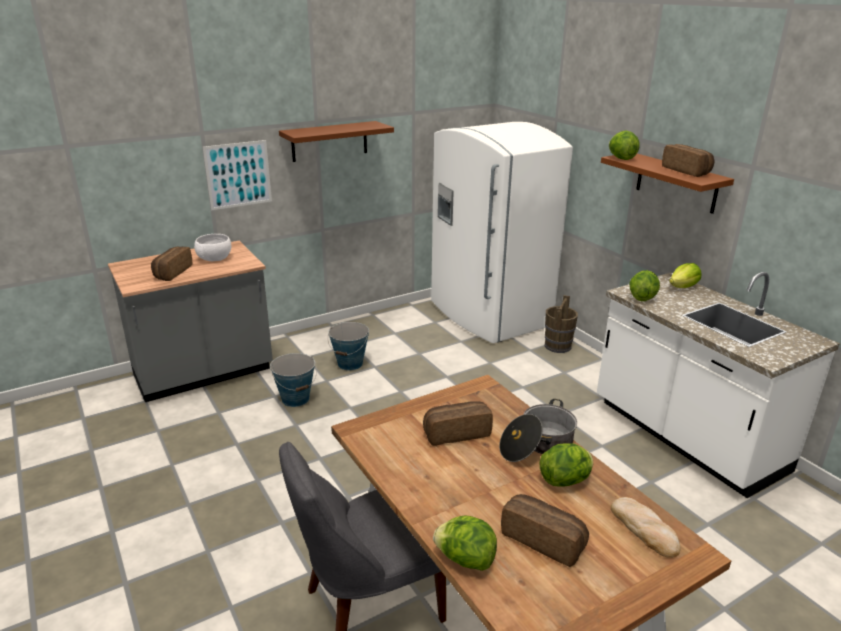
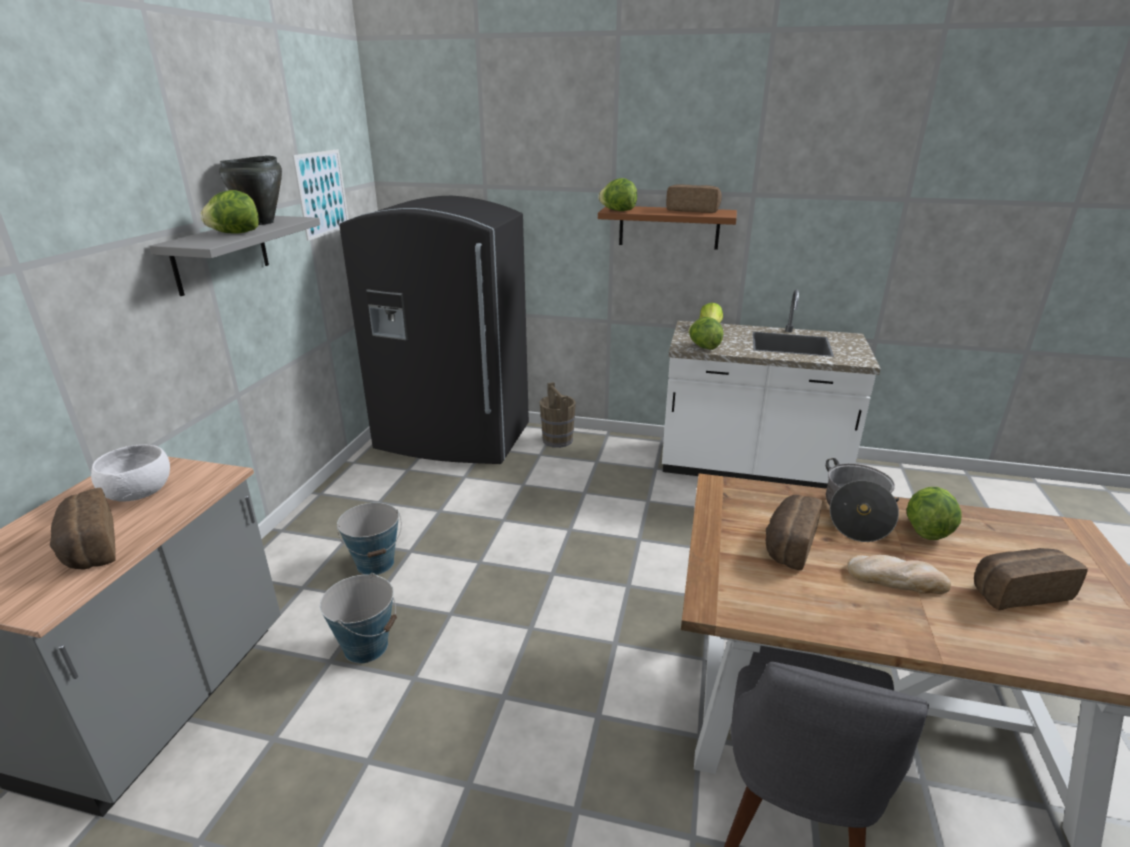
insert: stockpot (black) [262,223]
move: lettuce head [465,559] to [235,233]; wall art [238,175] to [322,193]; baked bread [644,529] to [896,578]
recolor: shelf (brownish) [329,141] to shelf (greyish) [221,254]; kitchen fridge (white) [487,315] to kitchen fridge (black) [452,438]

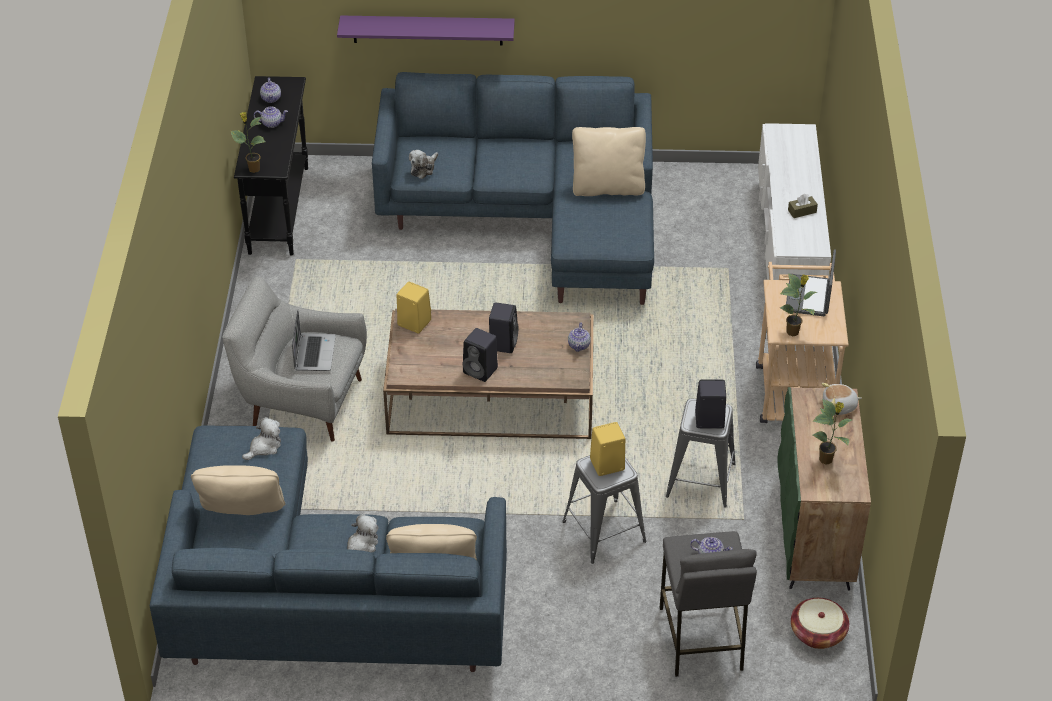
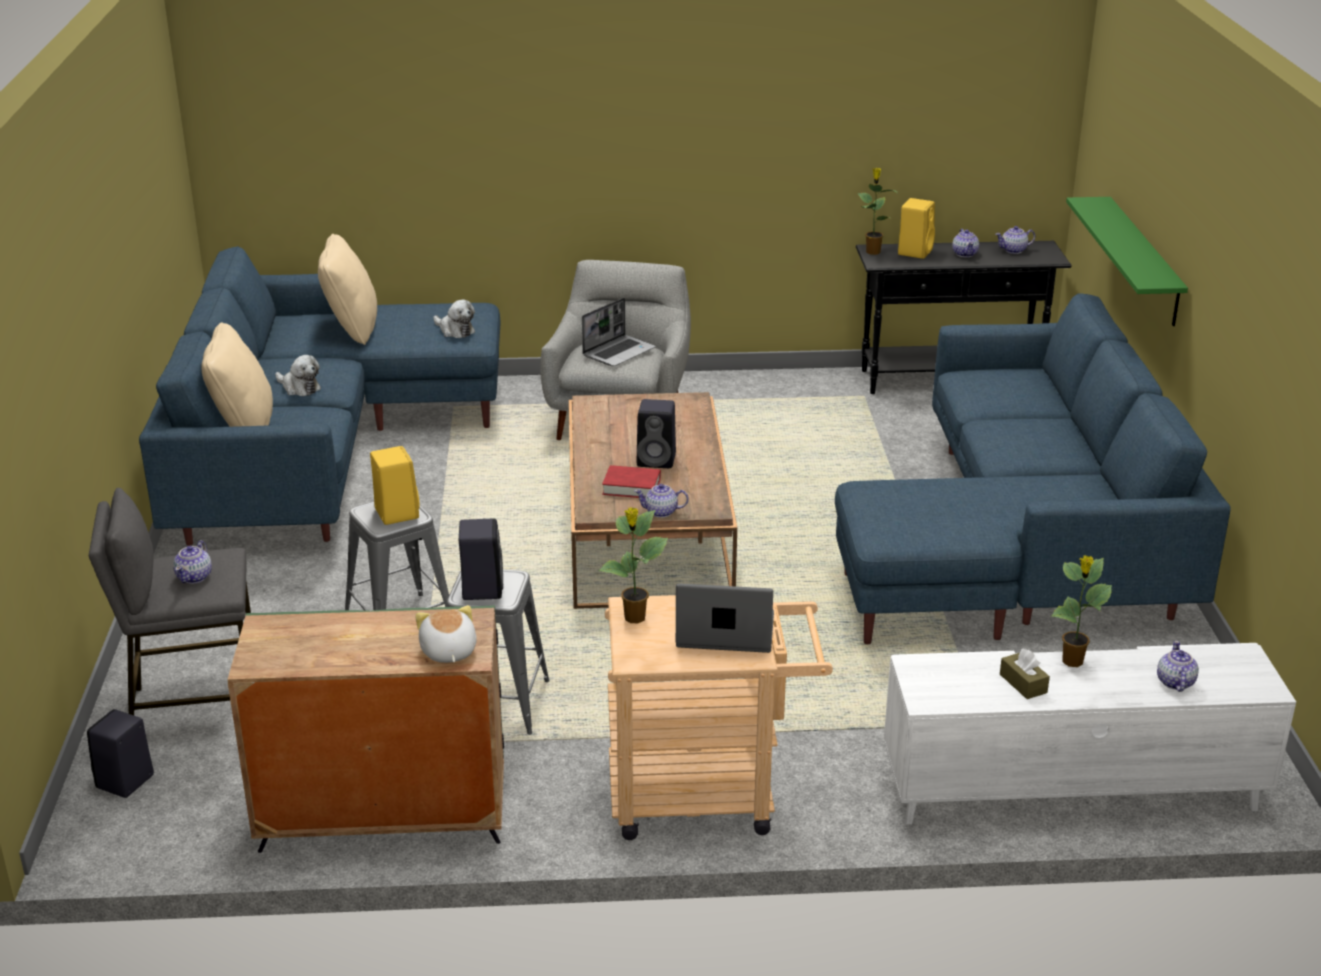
delete: cuddly toy [423,168]; pillow (beige-coloured) [607,188]; basket [818,633]
insert: bound book (red-coloured) [631,487]; tea pot [1175,682]
move: audio speaker (black) [481,371] to [124,782]; audio speaker (yellow) [413,322] to [915,251]; houseplant [827,459] to [1072,662]
recolor: shelf (purple) [427,30] to shelf (greenish) [1143,261]
rotate: laptop [314,353] = [619,352] 45 degrees counterclockwise

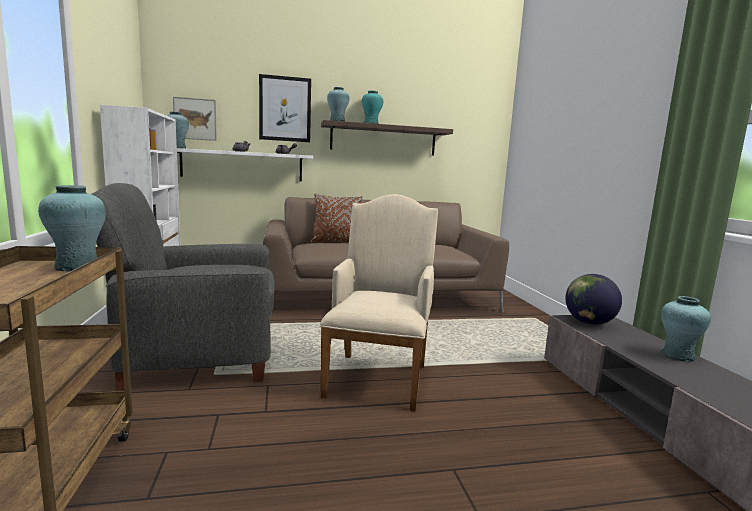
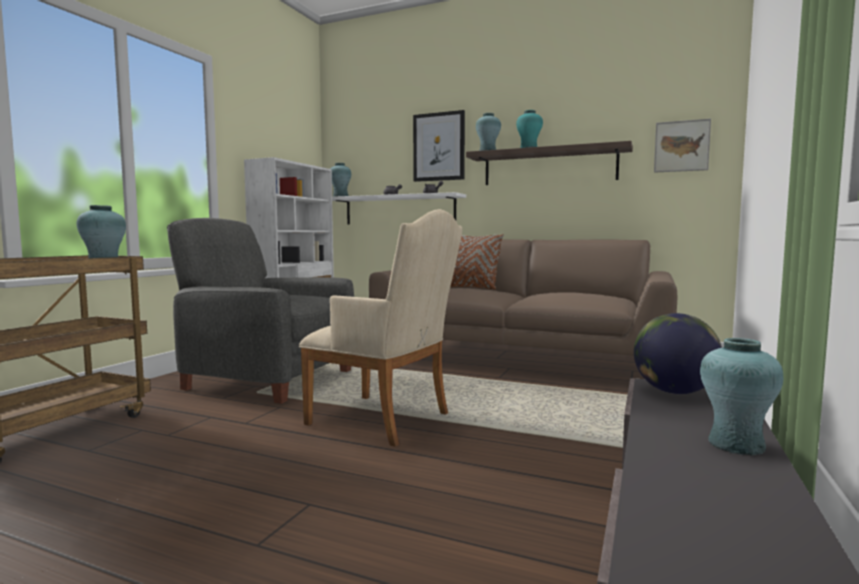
move: wall art [195,119] to [681,146]
rotate: armchair (beige-coloured) [379,376] = [385,420] 75 degrees clockwise

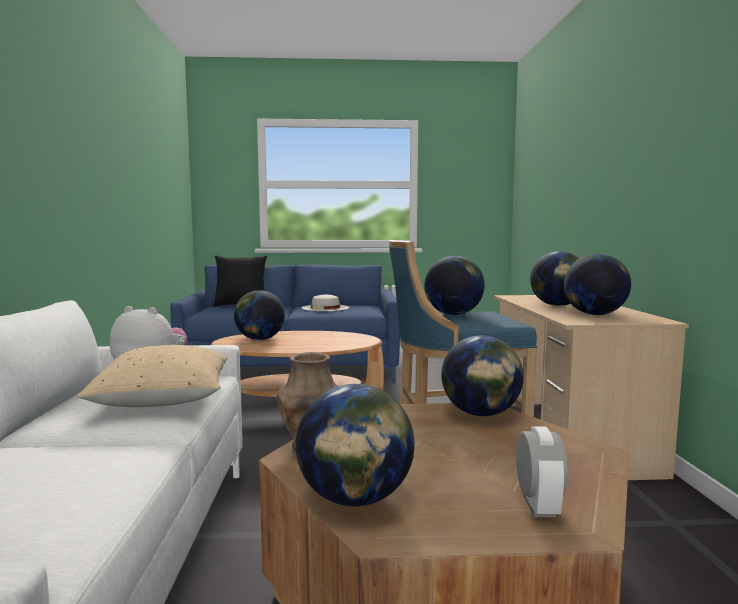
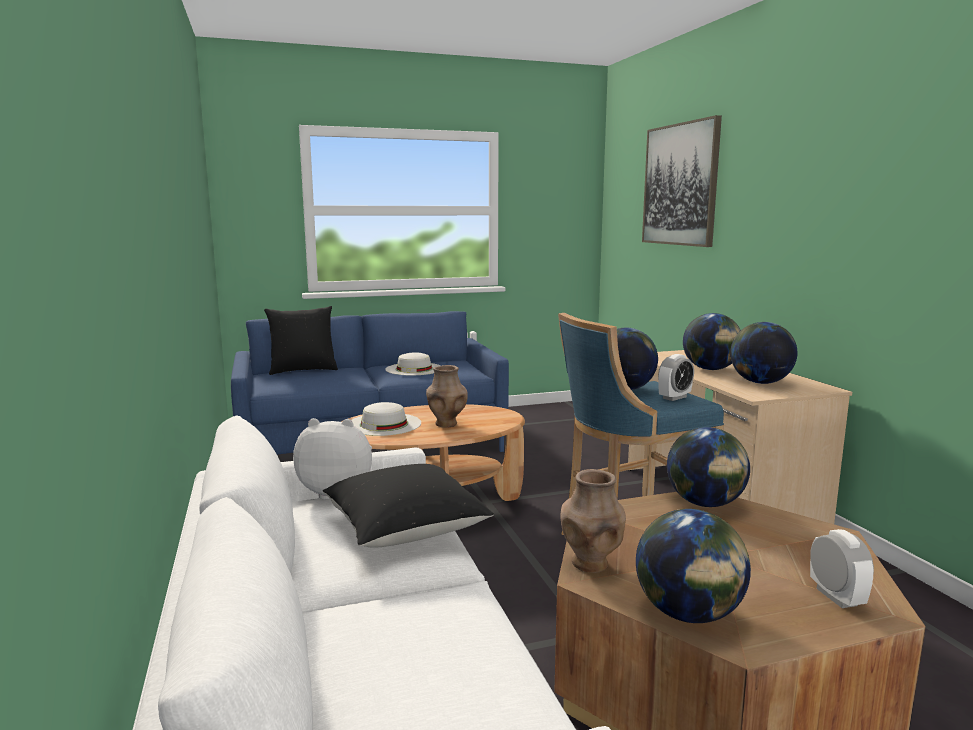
insert: flower vase (brownish) [446,424]; wall art [680,185]; alarm clock [674,397]
replace: globe [259,339] to clothing hat (white) [384,424]
recolor: pillow (beige-coloured) [163,400] to pillow (black) [405,529]

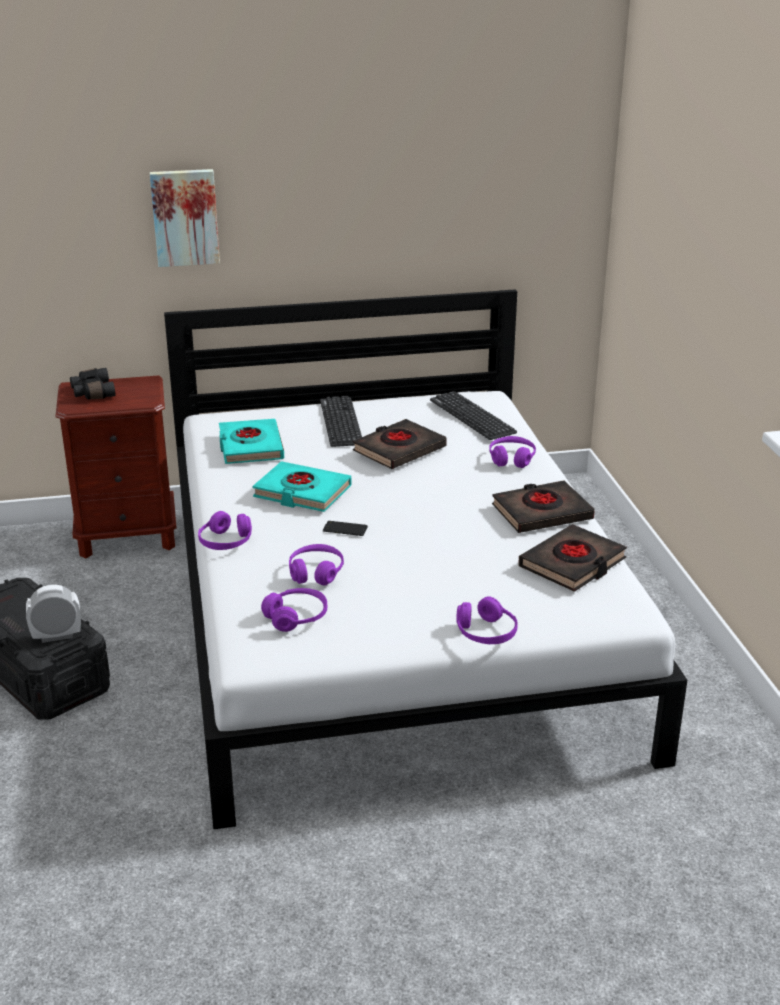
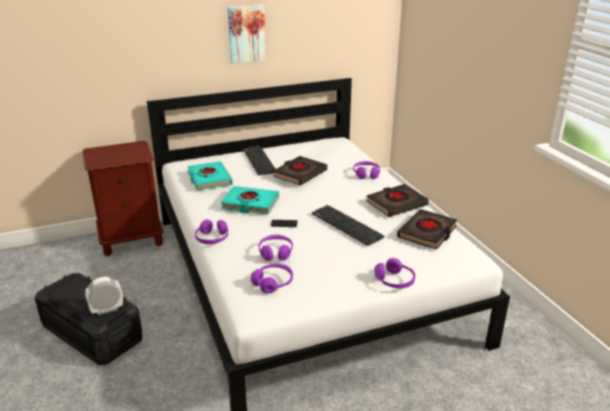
delete: binoculars (black) [92,392]
move: wall art [185,217] to [246,33]; keyboard [472,416] to [346,225]

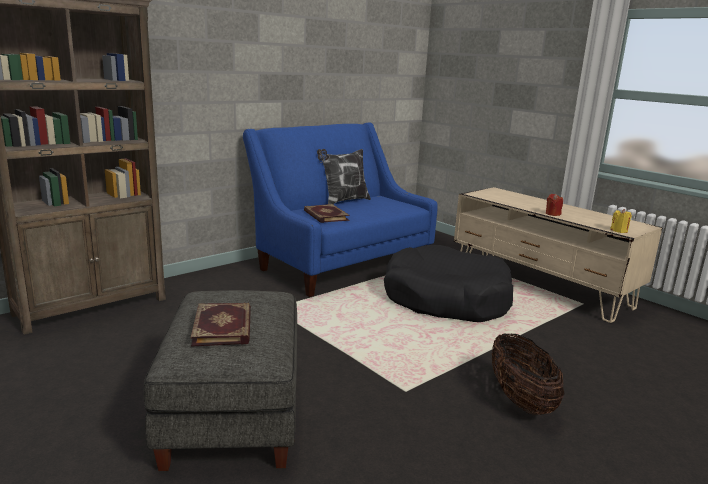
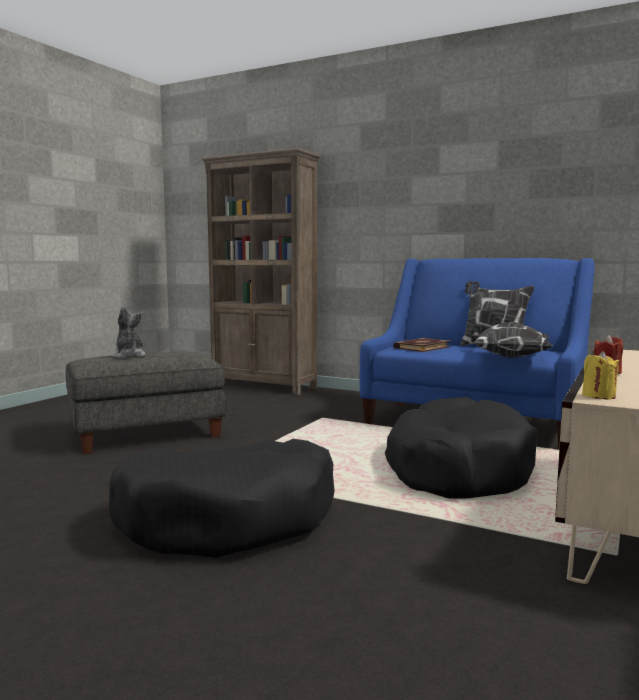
insert: pillow [509,357]
replace: basket [520,400] to dog bed (black) [228,519]; bound book [224,327] to cuddly toy [129,356]

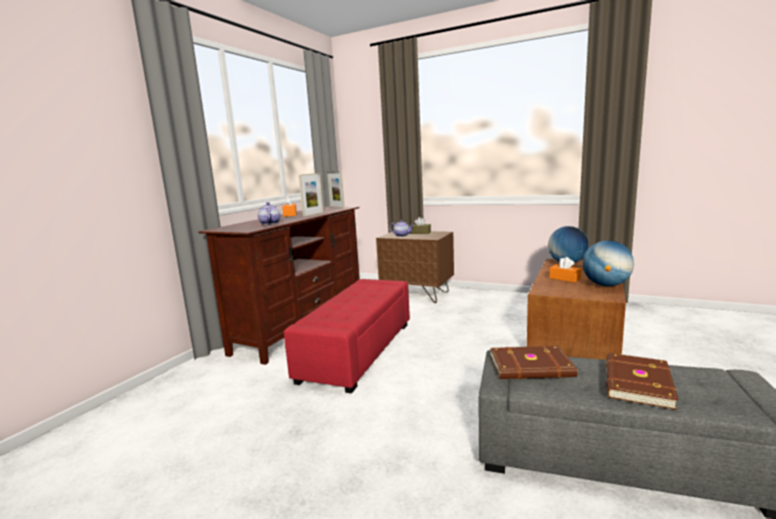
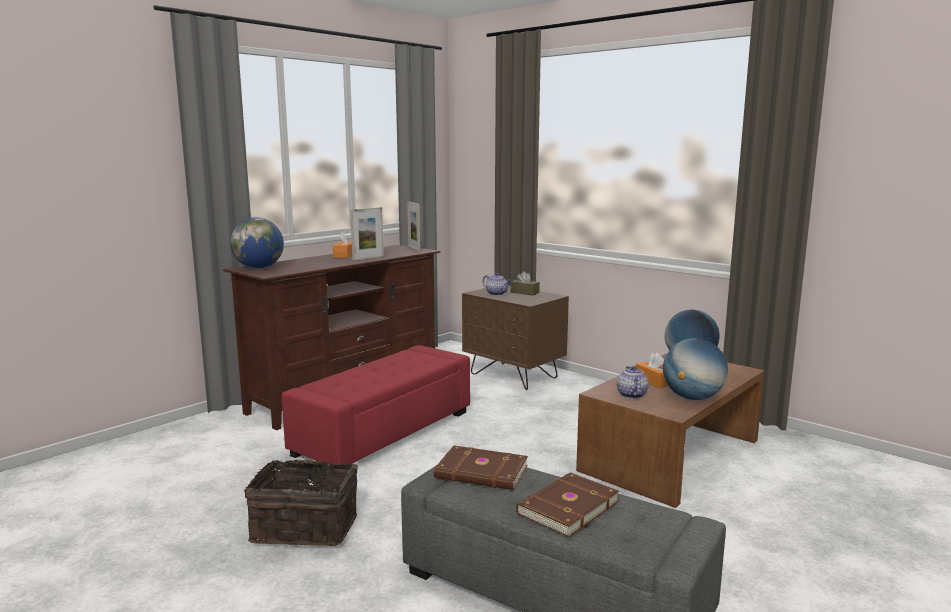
insert: globe [259,268]; basket [306,527]
move: tea pot [269,223] to [631,394]

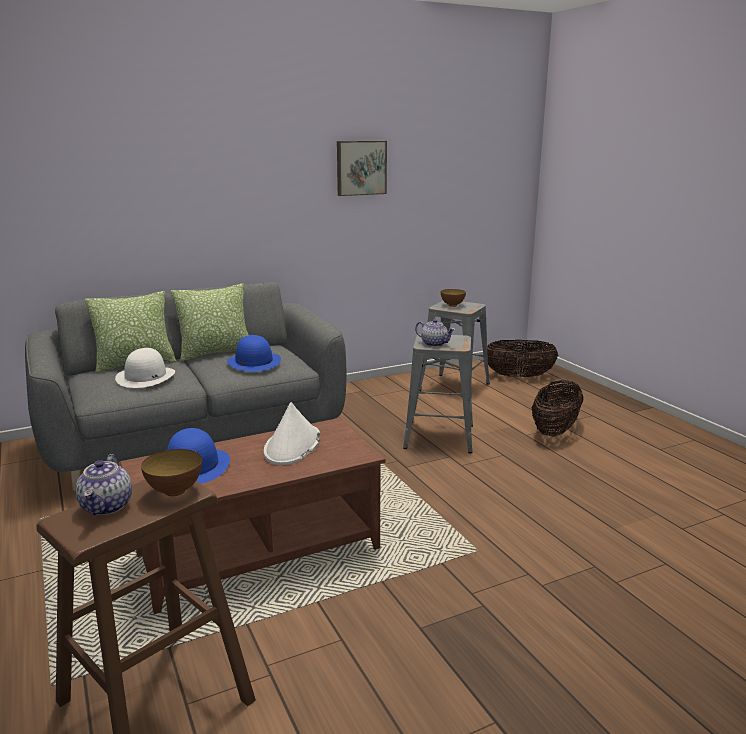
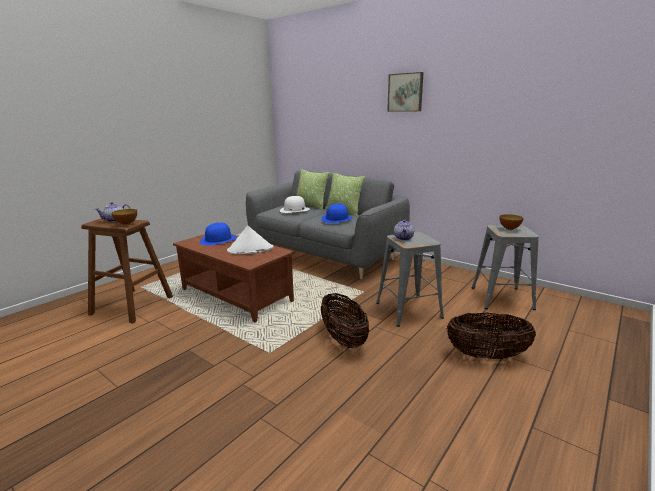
move: basket [519,376] to [343,339]; wall art [360,168] to [405,92]

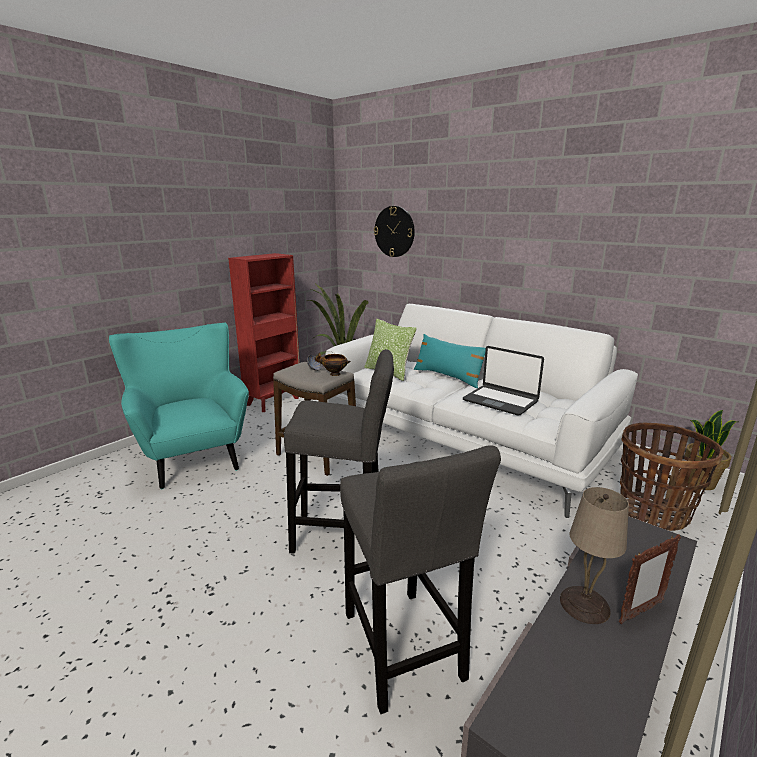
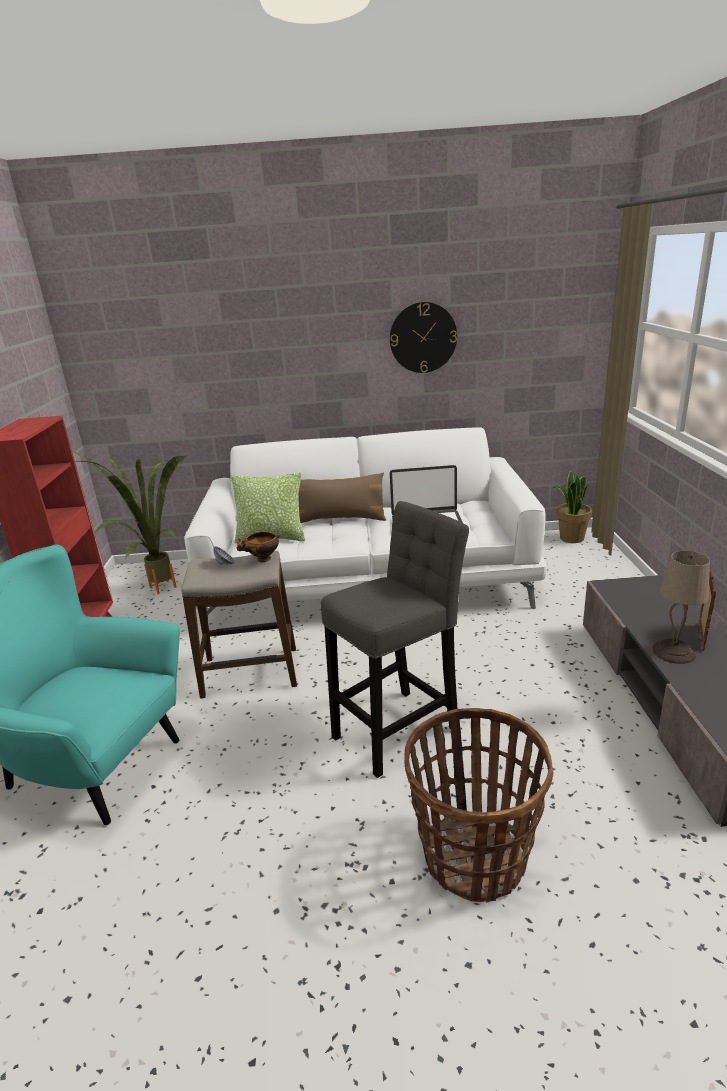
delete: sitting stool (greyish) [403,652]
move: hanging clock [394,231] to [423,337]; basket [653,513] to [474,855]
recolor: pillow (turquoise) [448,377] to pillow (brownish) [339,519]

